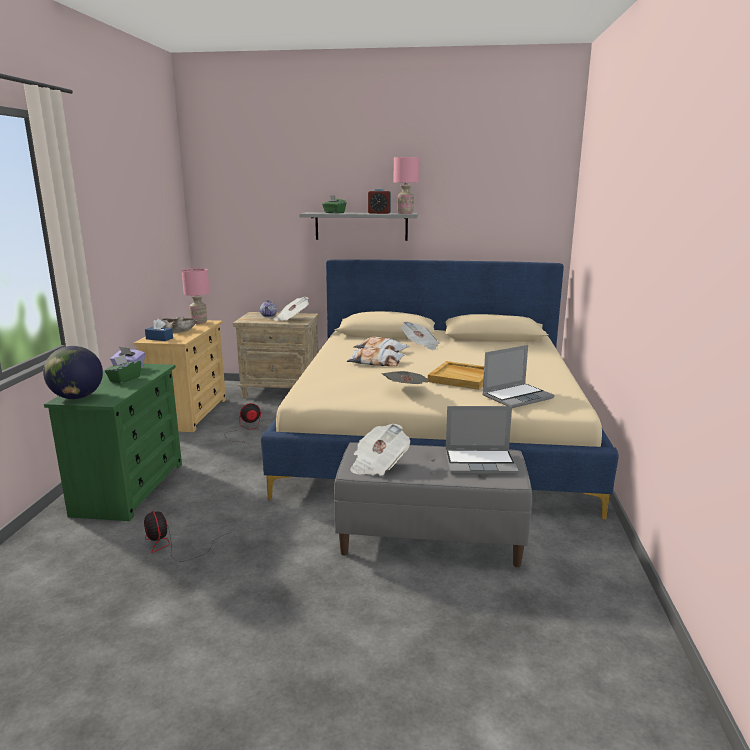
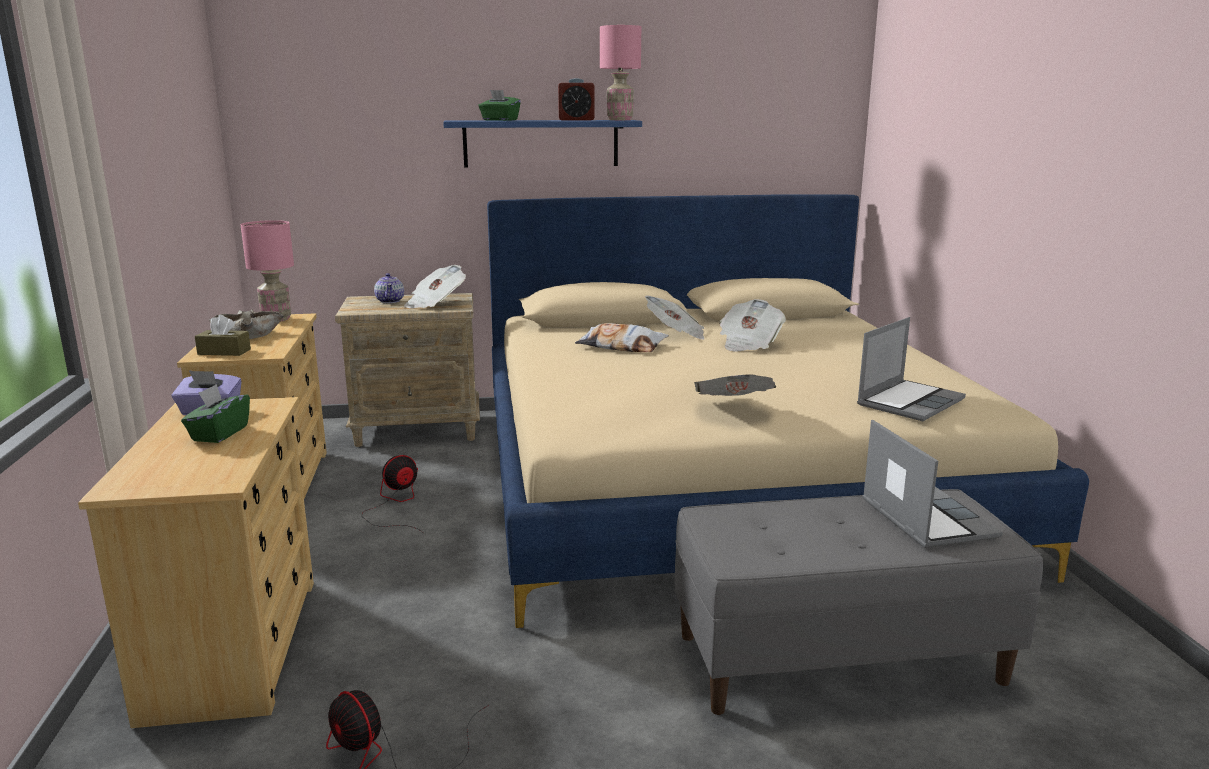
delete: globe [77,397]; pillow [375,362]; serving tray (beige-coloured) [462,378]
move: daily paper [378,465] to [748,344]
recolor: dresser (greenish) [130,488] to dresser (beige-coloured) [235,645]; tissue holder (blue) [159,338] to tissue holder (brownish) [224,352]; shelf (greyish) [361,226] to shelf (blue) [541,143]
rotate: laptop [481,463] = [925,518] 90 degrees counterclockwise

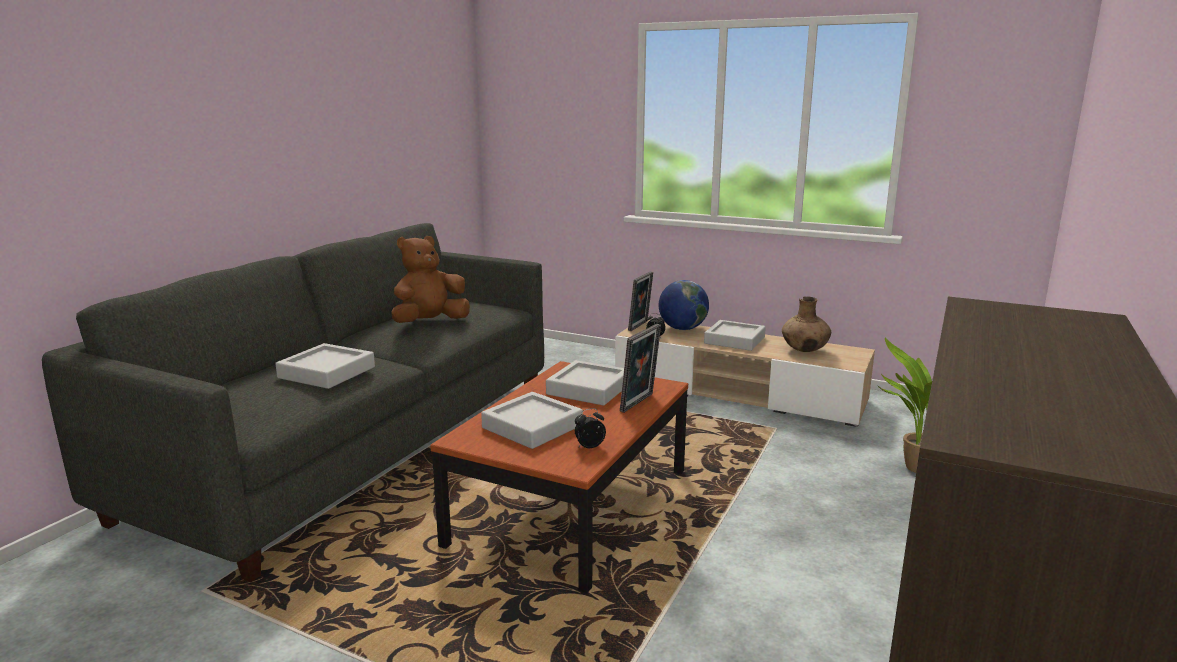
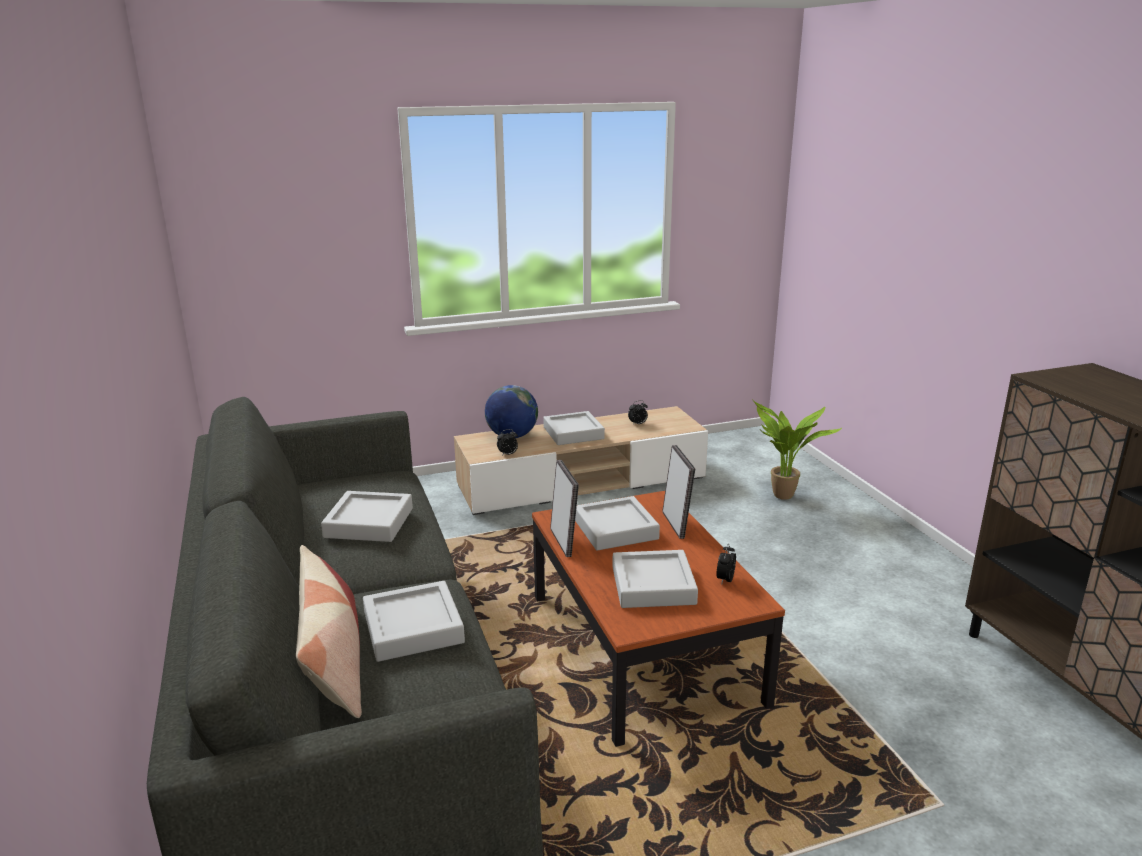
insert: pillow [333,661]
move: standing frame [640,326] to [564,542]
replace: cuddly toy (brownish) [430,323] to serving tray (greyish) [369,523]; flower vase (brownish) [804,350] to alarm clock [638,424]

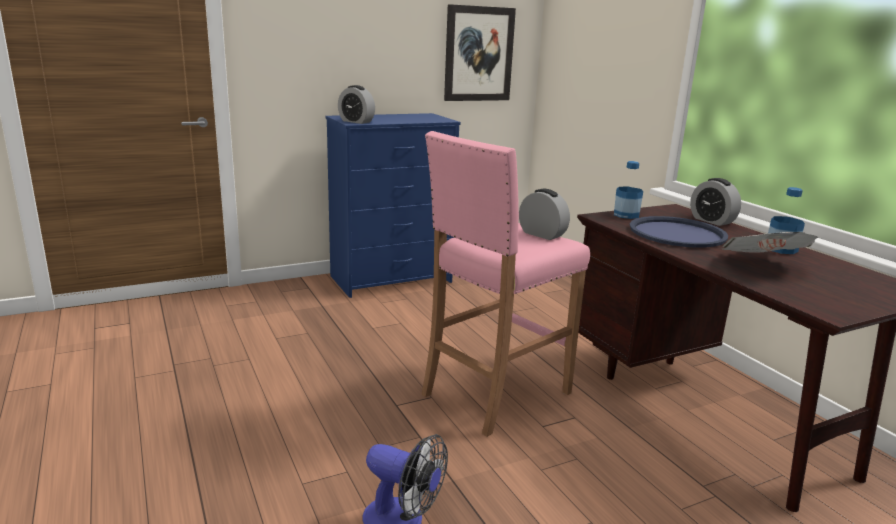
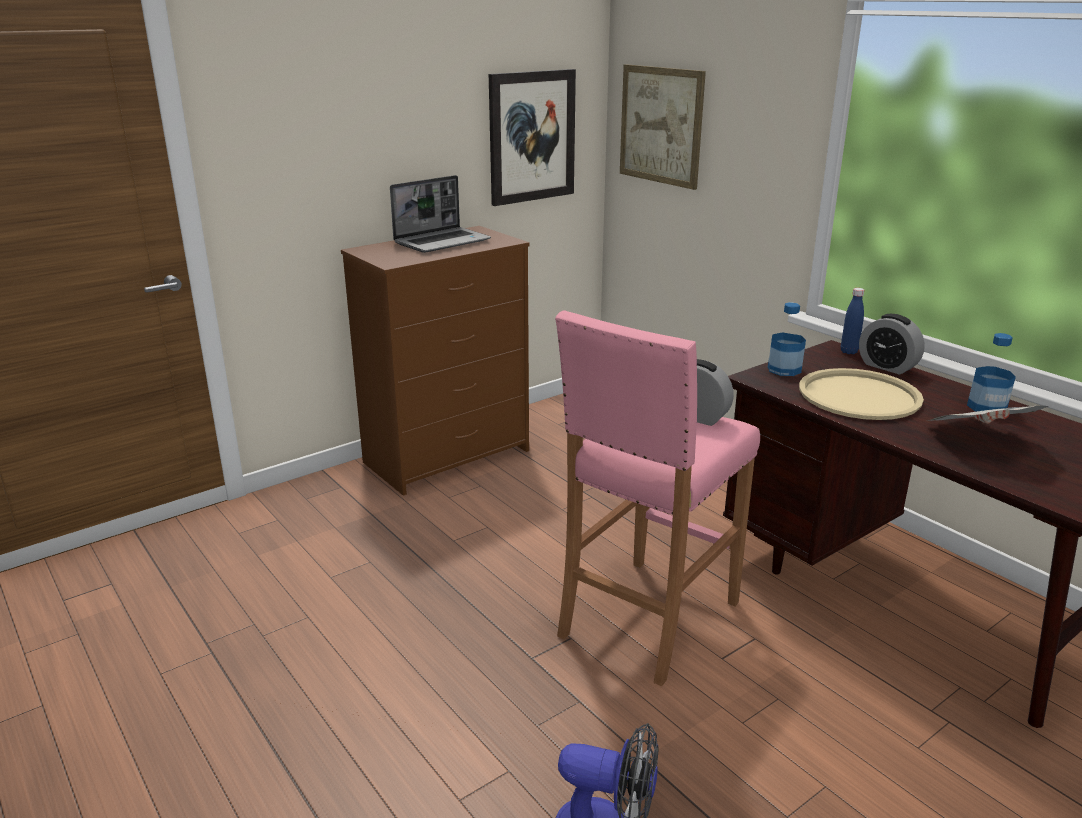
delete: alarm clock [356,121]
insert: laptop [442,242]; wall art [661,125]; bottle (blue) [849,351]
recolor: dresser (blue) [392,279] to dresser (brownish) [448,456]; serving tray (blue) [677,233] to serving tray (beige-coloured) [859,396]

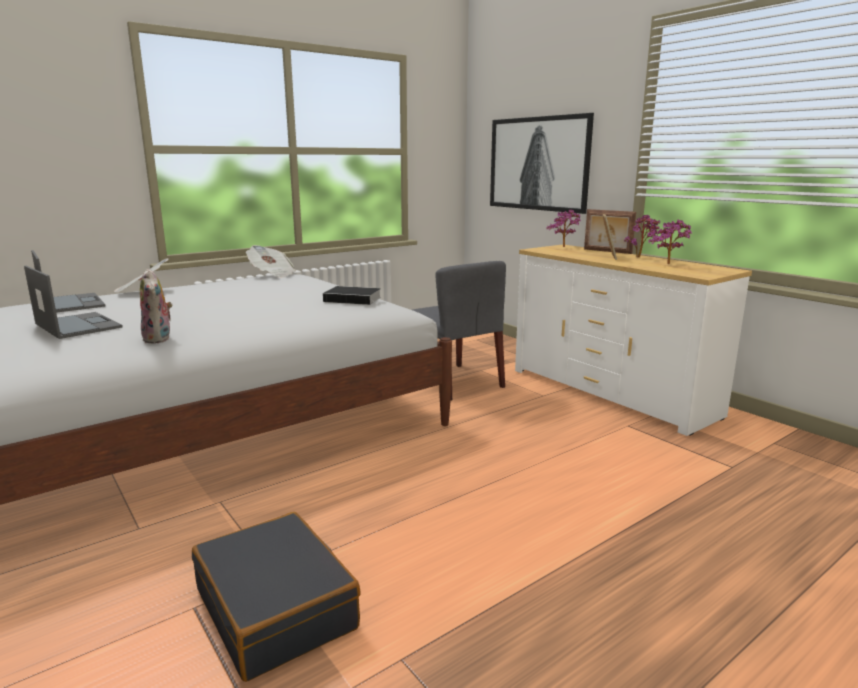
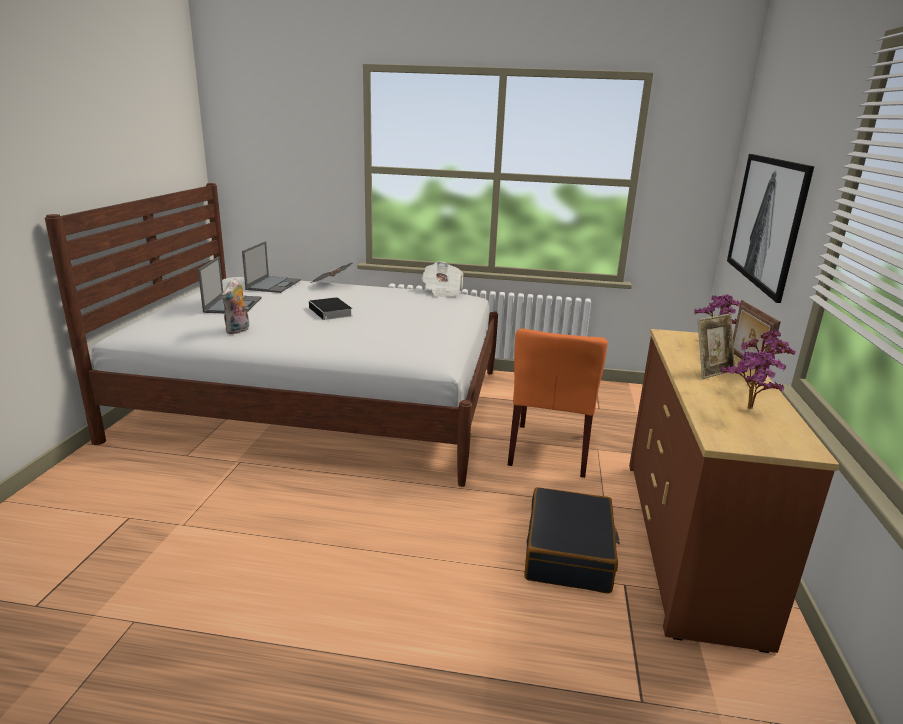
move: bound book [354,299] to [331,312]; suitcase (black) [276,608] to [569,552]
recolor: chair (greyish) [455,382] to chair (orange) [550,450]; dresser (white) [611,392] to dresser (brownish) [689,541]

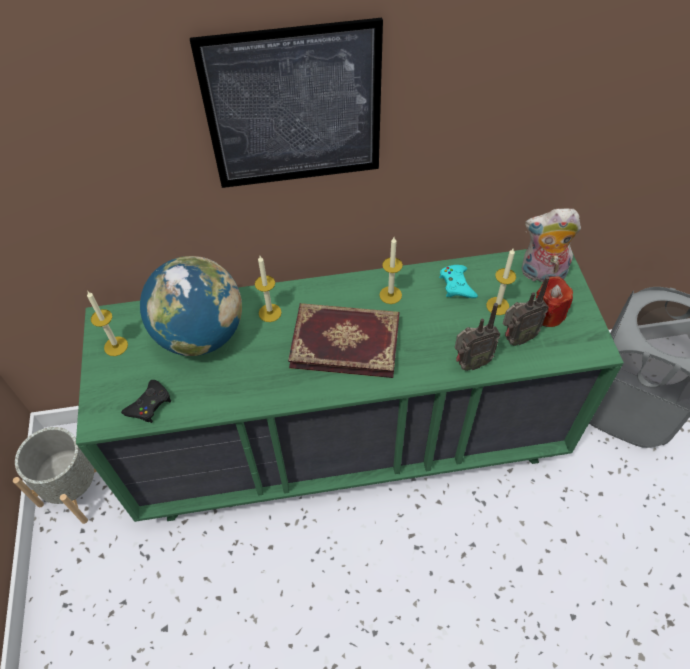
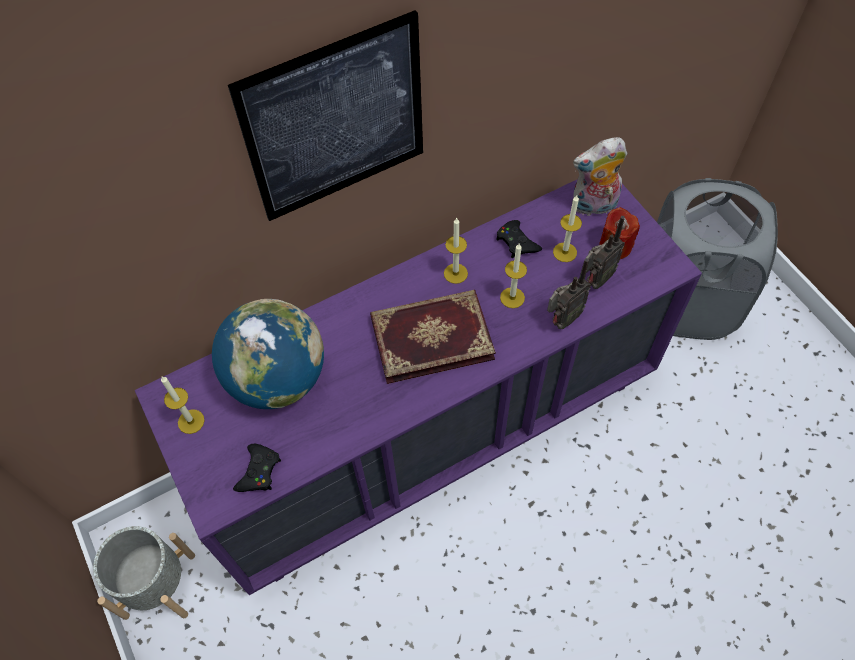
move: wax light [270,312] to [512,297]
recolor: dresser (greenish) [349,443] to dresser (purple) [432,433]; game controller (turquoise) [457,285] to game controller (black) [517,242]

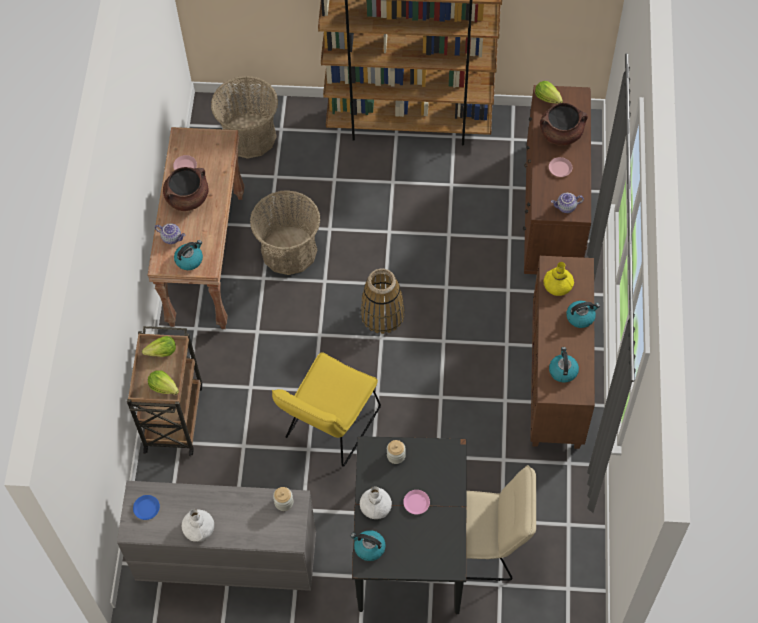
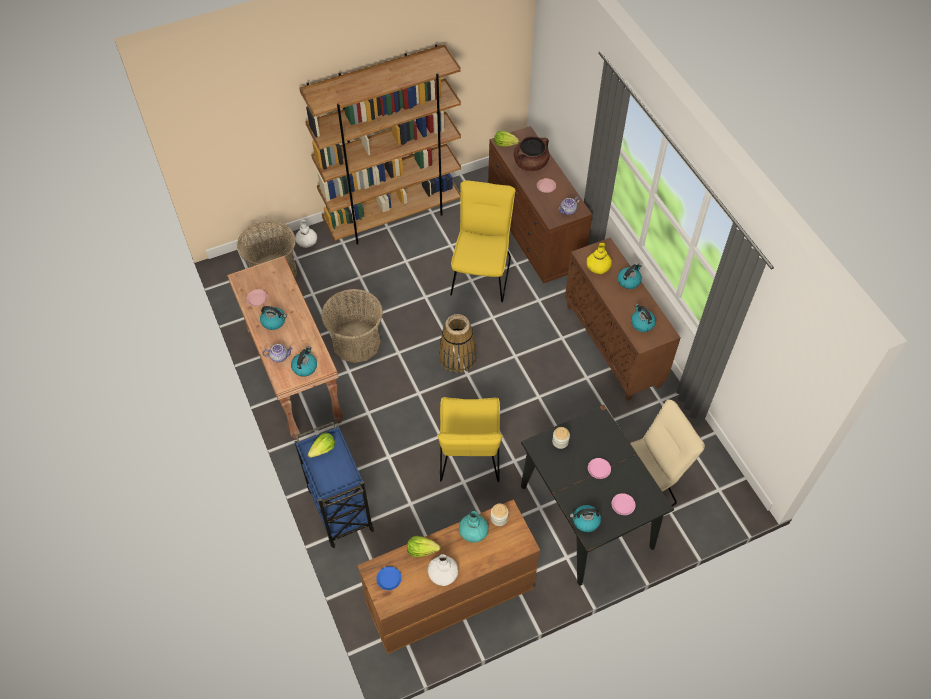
insert: chair (yellow) [482,272]; flower vase (turquoise) [473,531]; plate (pinkish) [622,505]
move: flower vase (white) [375,506] to [306,241]; lettuce head [164,387] to [422,549]
replace: stockpot (brownish) [187,198] to tea kettle [274,321]
recolor: cart (brownish) [174,416] to cart (blue) [339,508]; dresser (greyish) [225,557] to dresser (brownish) [449,597]

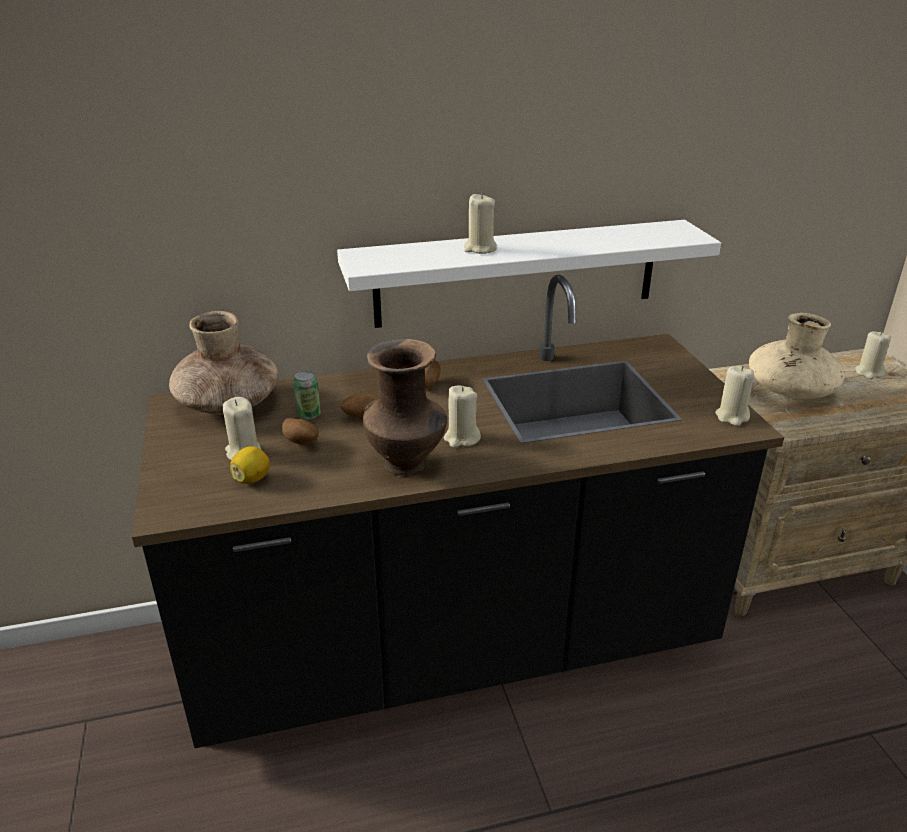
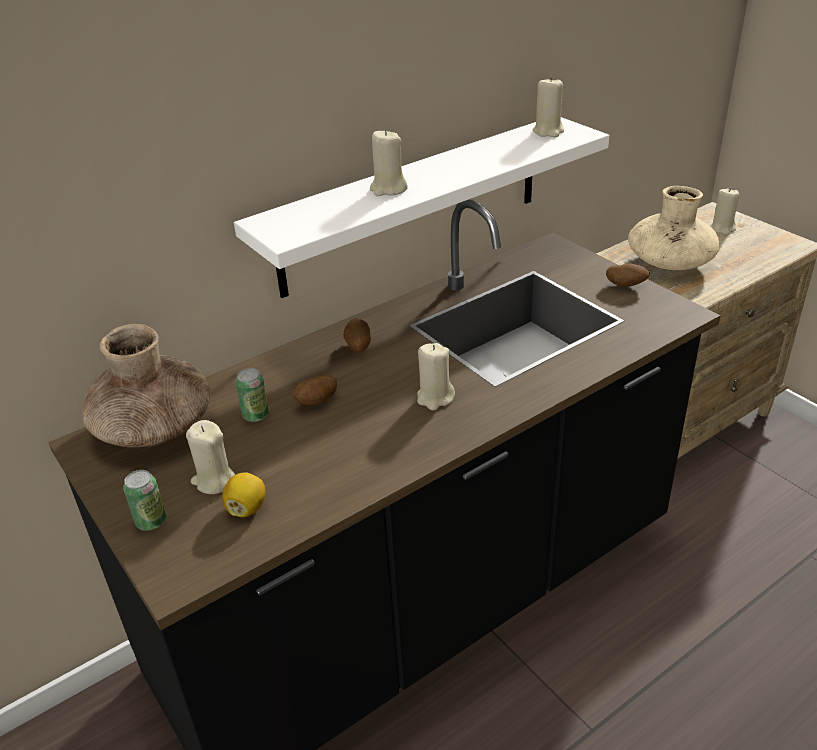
delete: flower vase (brownish) [407,464]
insert: can [151,521]
move: wax light (beige-coloured) [732,416] to [548,131]; potato [301,443] to [626,286]

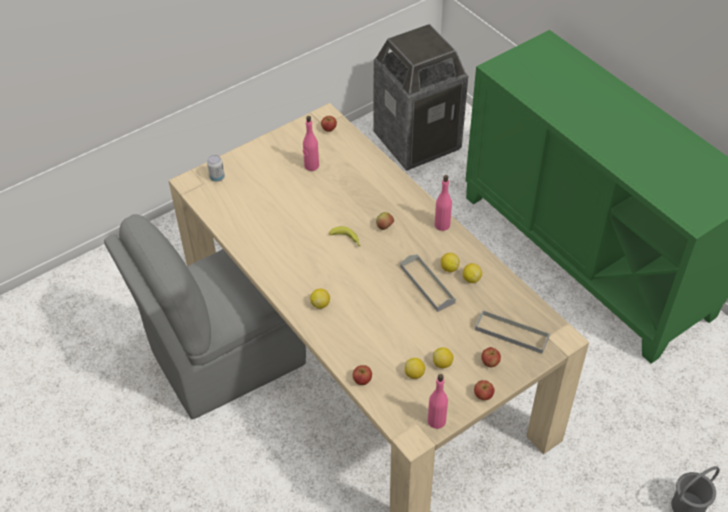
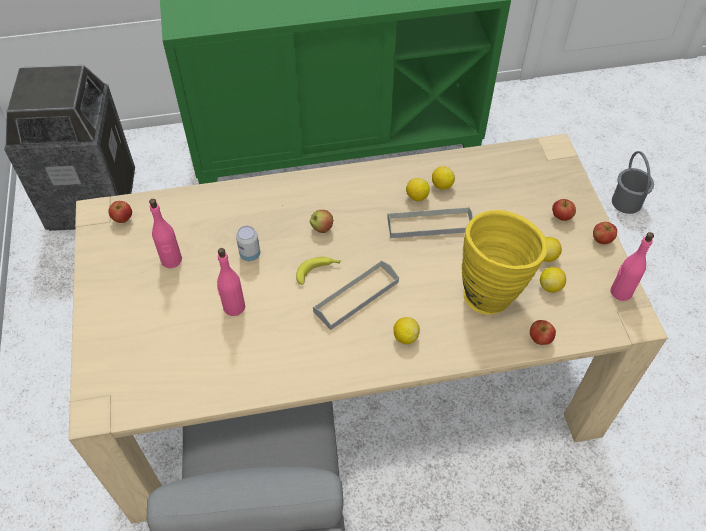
insert: flower vase (yellow) [491,291]
move: bottle (pinkish) [442,225] to [234,307]; can [217,178] to [250,254]; serving tray (greyish) [511,333] to [356,296]

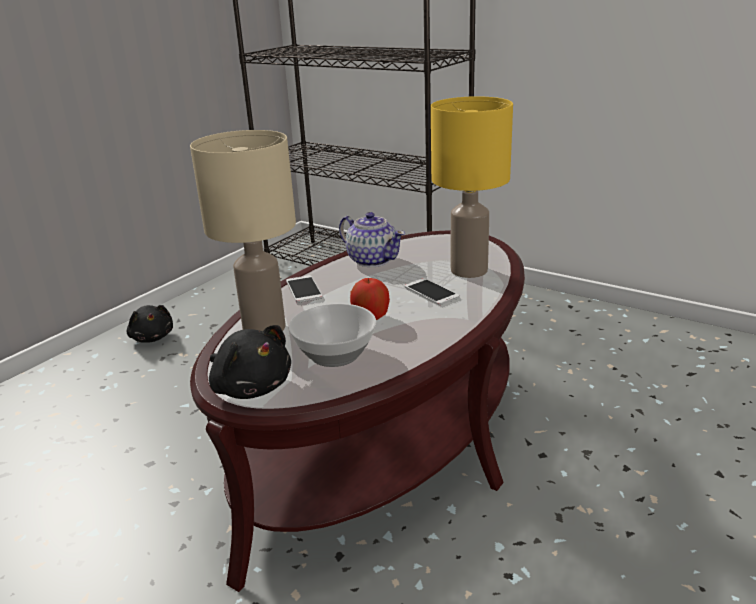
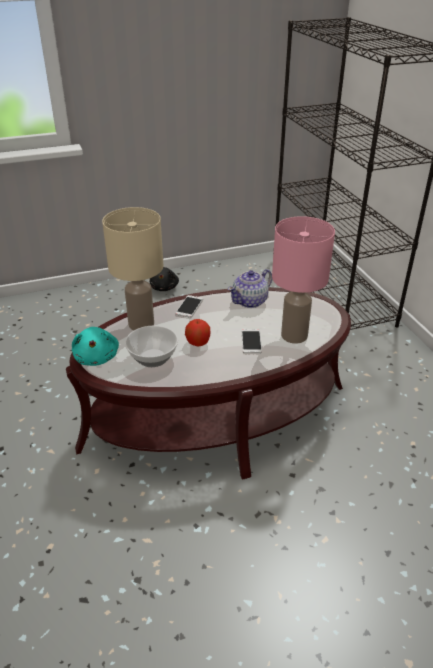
recolor: cuddly toy (black) [251,387] to cuddly toy (turquoise) [97,357]; lamp for a table (yellow) [469,270] to lamp for a table (pinkish) [295,335]
rotate: tea pot [372,260] = [250,301] 60 degrees clockwise

